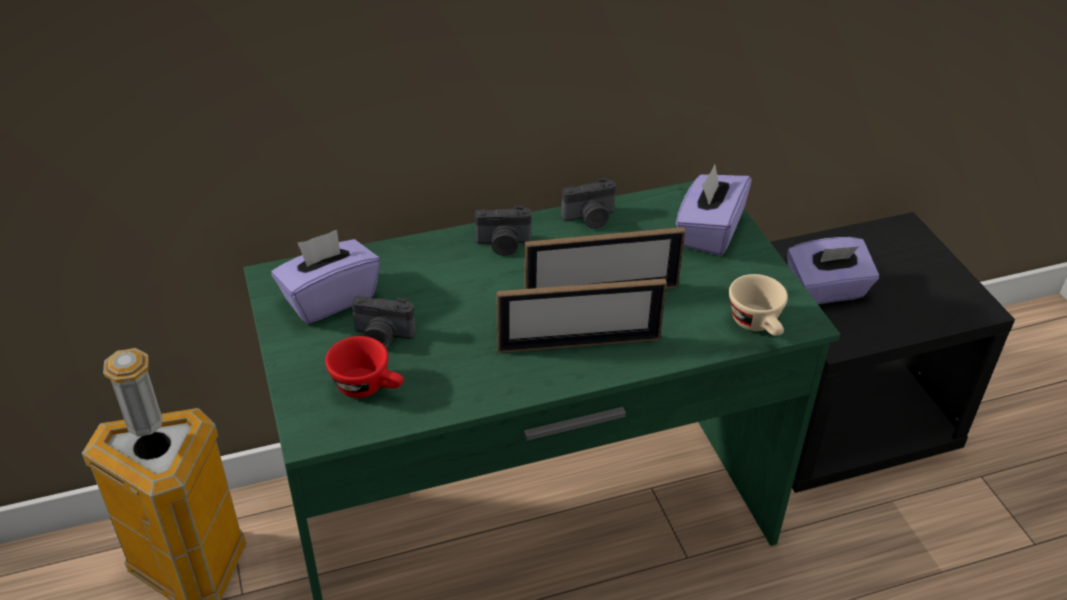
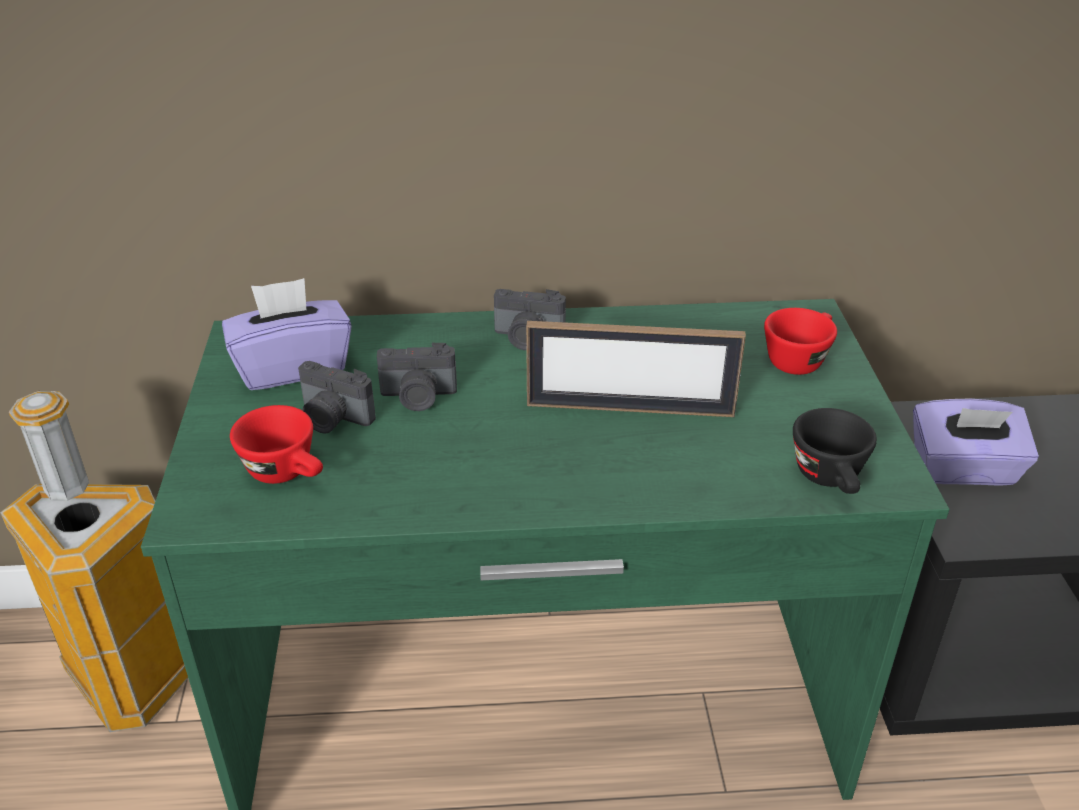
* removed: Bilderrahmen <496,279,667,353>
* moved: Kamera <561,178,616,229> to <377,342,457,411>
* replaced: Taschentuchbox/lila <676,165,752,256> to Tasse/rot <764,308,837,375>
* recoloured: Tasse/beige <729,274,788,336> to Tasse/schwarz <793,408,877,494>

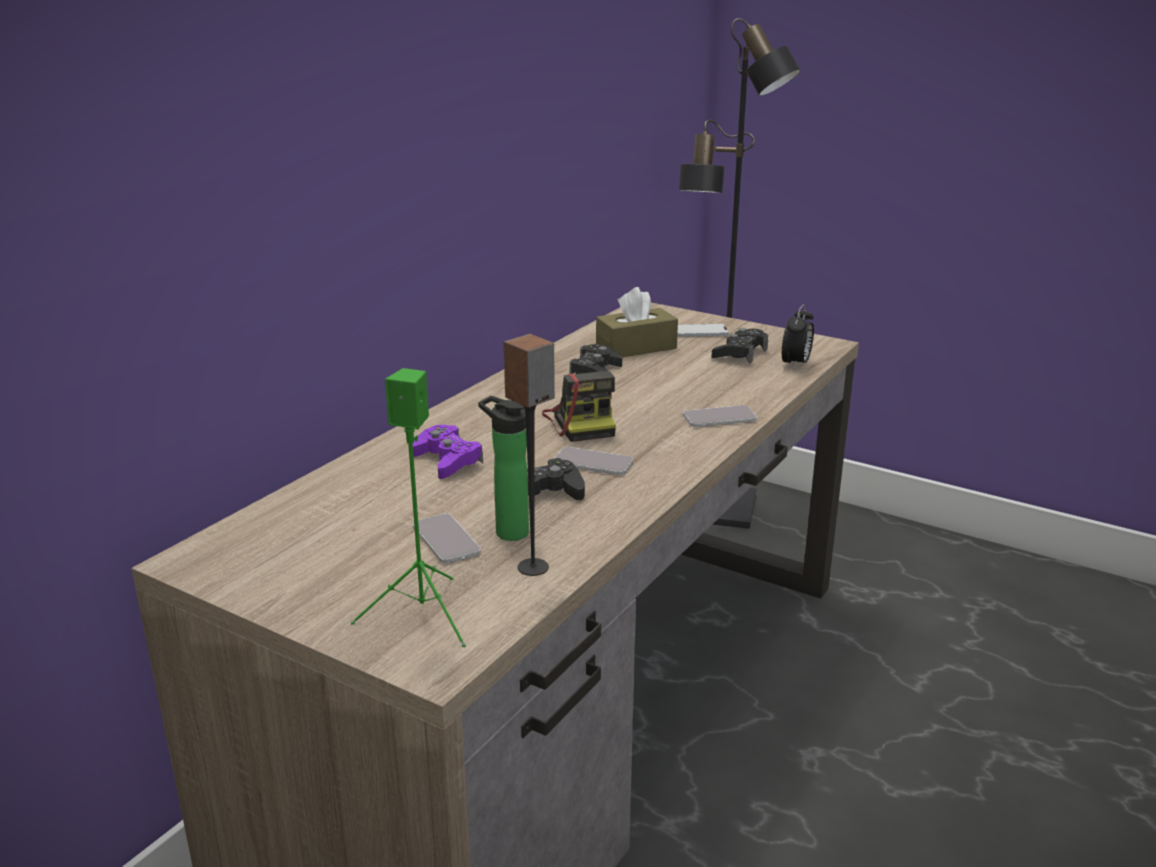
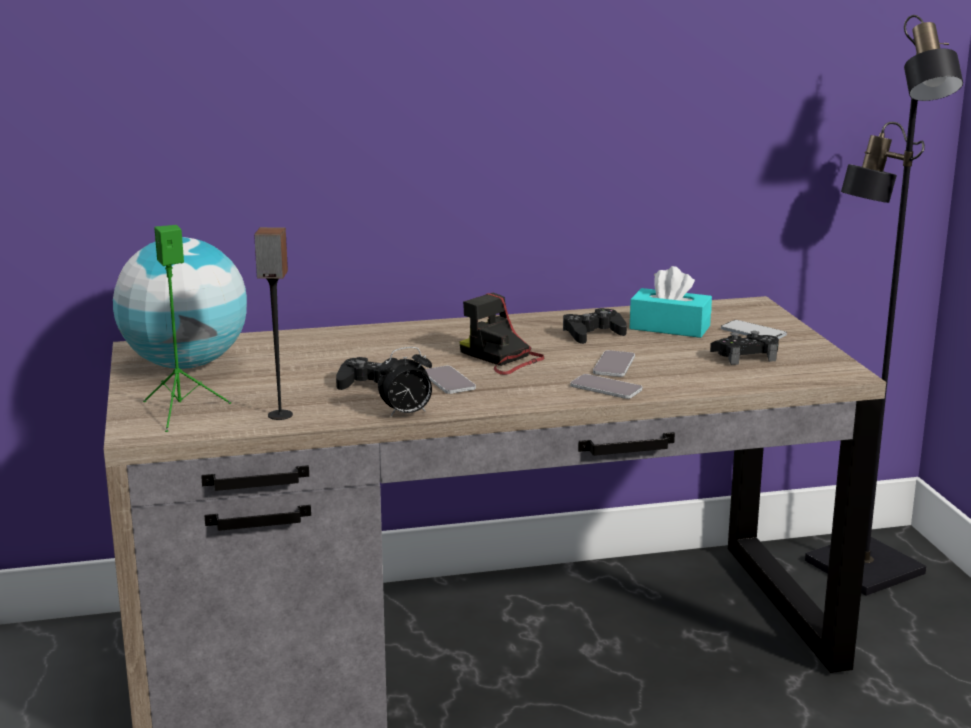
* removed: Gamepad/lila <413,425,483,479>
* moved: Handy <413,513,481,564> to <593,350,635,377>
* removed: Flasche <478,396,529,541>
* turned: Kamera <542,371,616,442> = <459,293,545,375> 105 degrees clockwise
* recoloured: Taschentuchbox/braun <596,287,678,357> to Taschentuchbox/türkis <630,266,712,338>
* moved: Wecker <782,304,814,370> to <378,347,432,417>
* added: Globus <113,237,247,369>

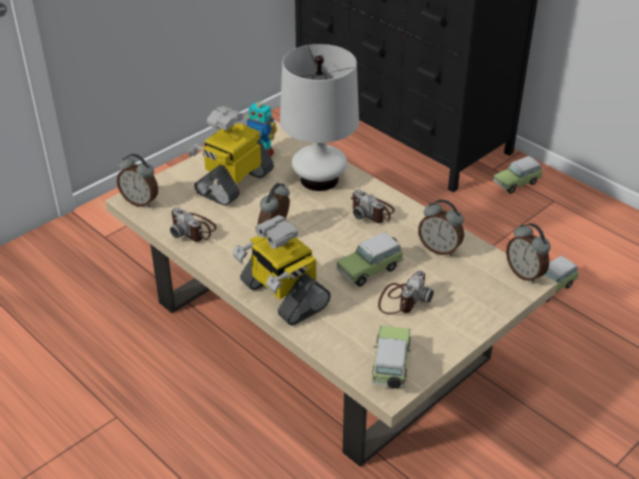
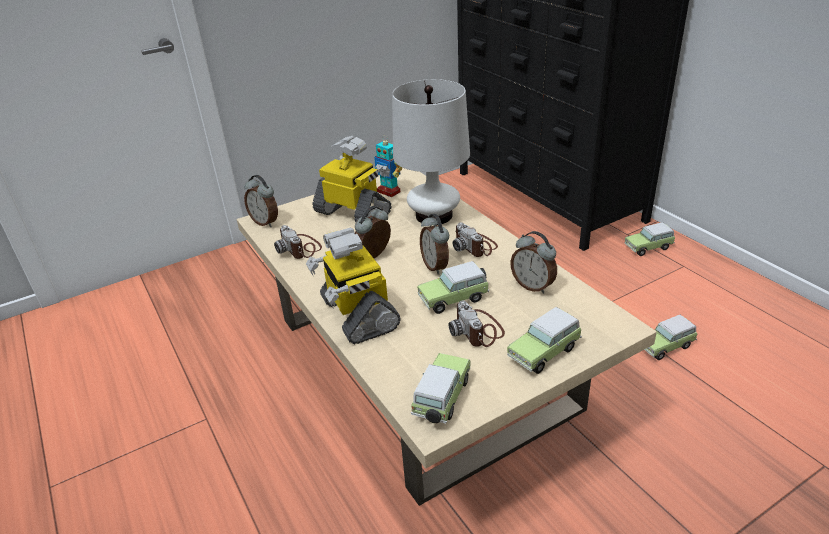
* turned: Spielzeugroboter <187,106,274,206> = <312,136,391,222> 75 degrees clockwise
* turned: Kamera <378,270,434,314> = <448,300,505,347> 120 degrees clockwise
* moved: Wecker <506,223,551,284> to <420,214,449,275>
* added: Spielzeugauto <507,307,582,374>

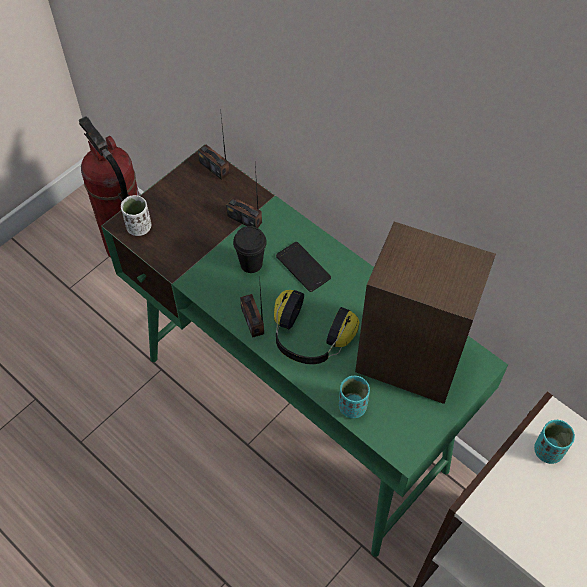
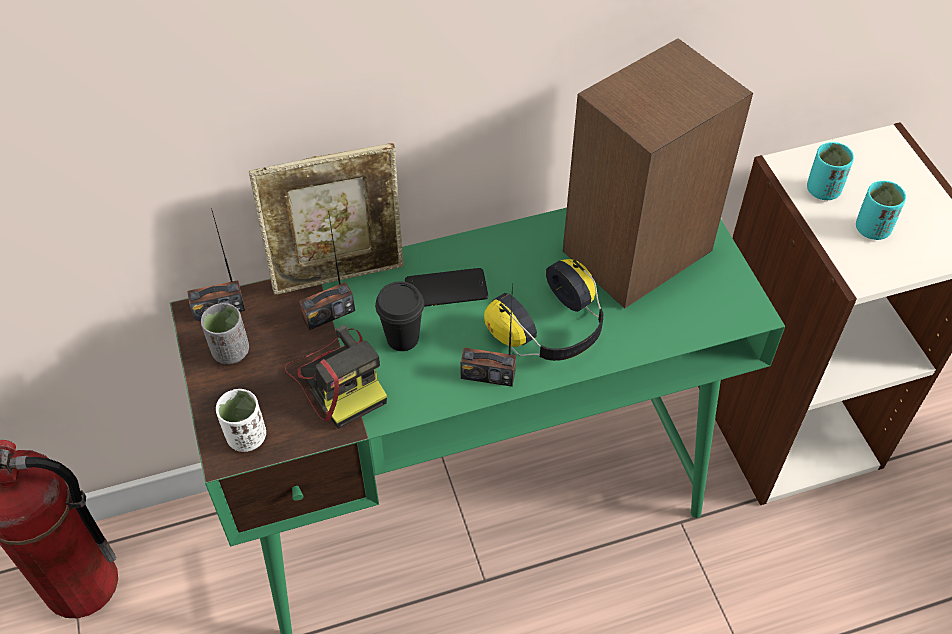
* moved: Tasse/türkis <339,376,370,418> to <856,181,906,240>
* added: Tasse/grau <201,303,249,364>
* added: Bilderrahmen <249,143,404,295>
* added: Kamera <285,325,387,429>

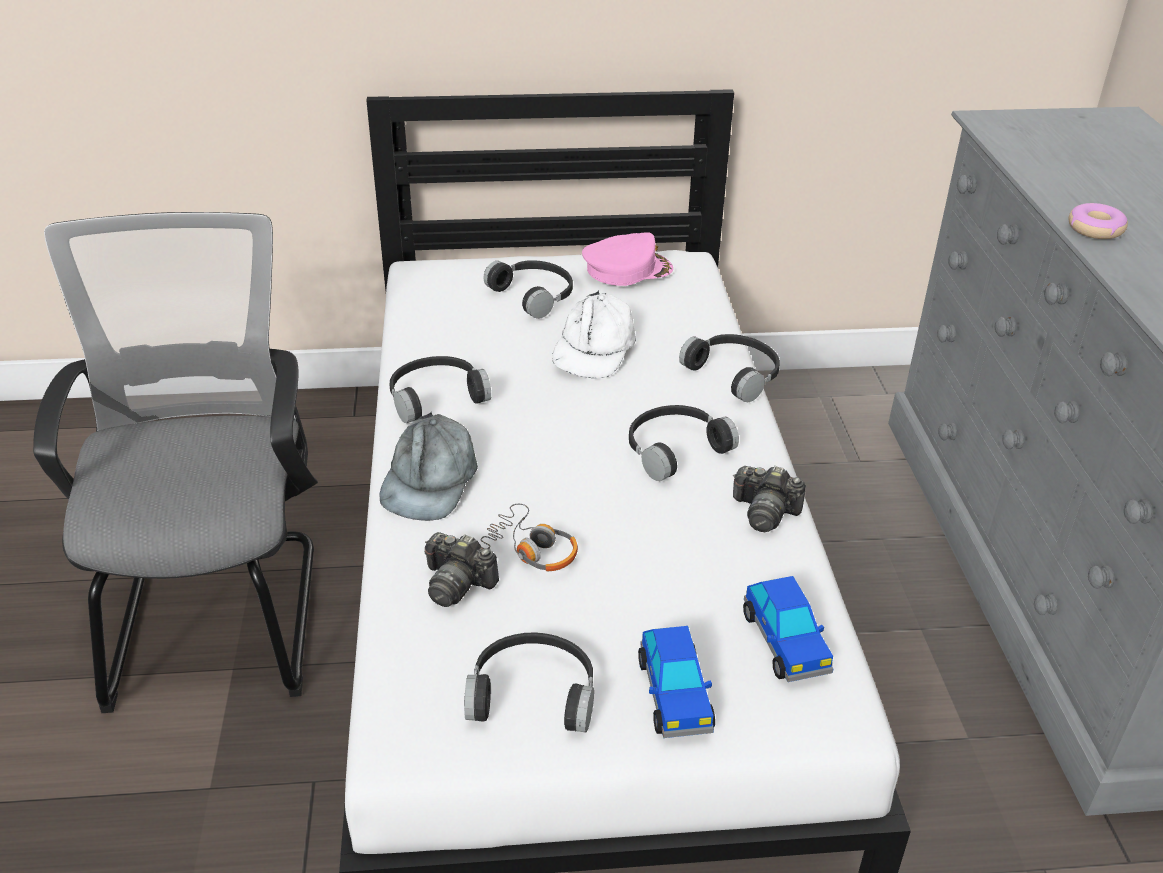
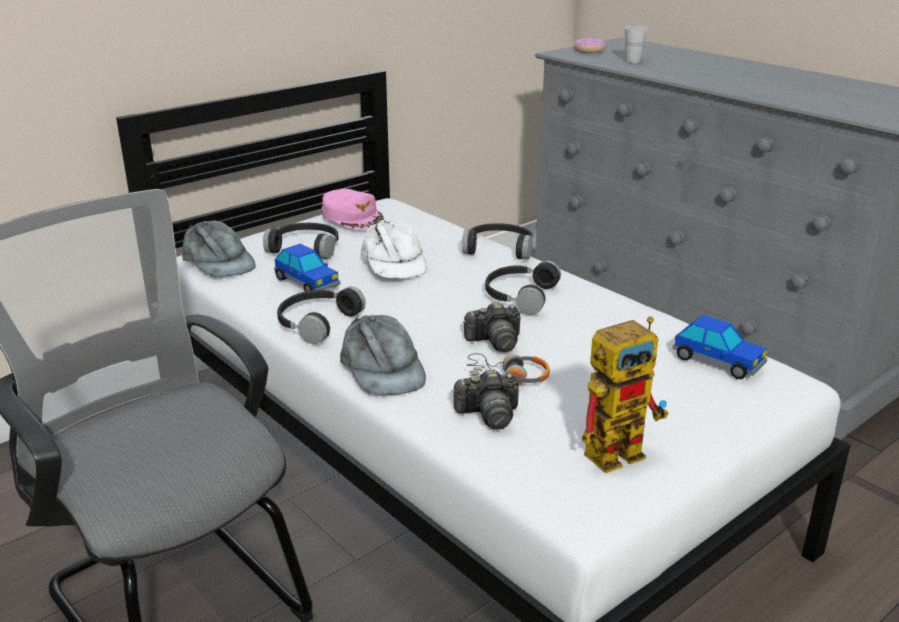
* replaced: Kopfhörer/schwarz <464,633,594,732> to Spielzeugroboter <582,317,669,473>
* turned: Kappe/rosa <582,232,673,286> = <322,189,384,230> 105 degrees clockwise
* moved: Spielzeugauto <638,626,715,738> to <274,243,340,291>
* moved: Kamera <733,466,806,532> to <463,301,520,352>
* moved: Donut <1068,203,1128,239> to <574,38,606,53>
* added: Kappe/grau <182,220,256,277>
* added: Tasse/weiß <624,26,648,63>

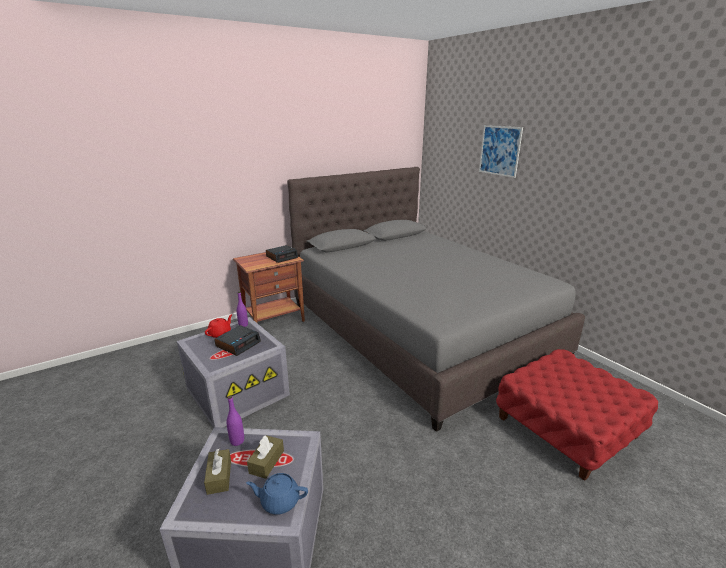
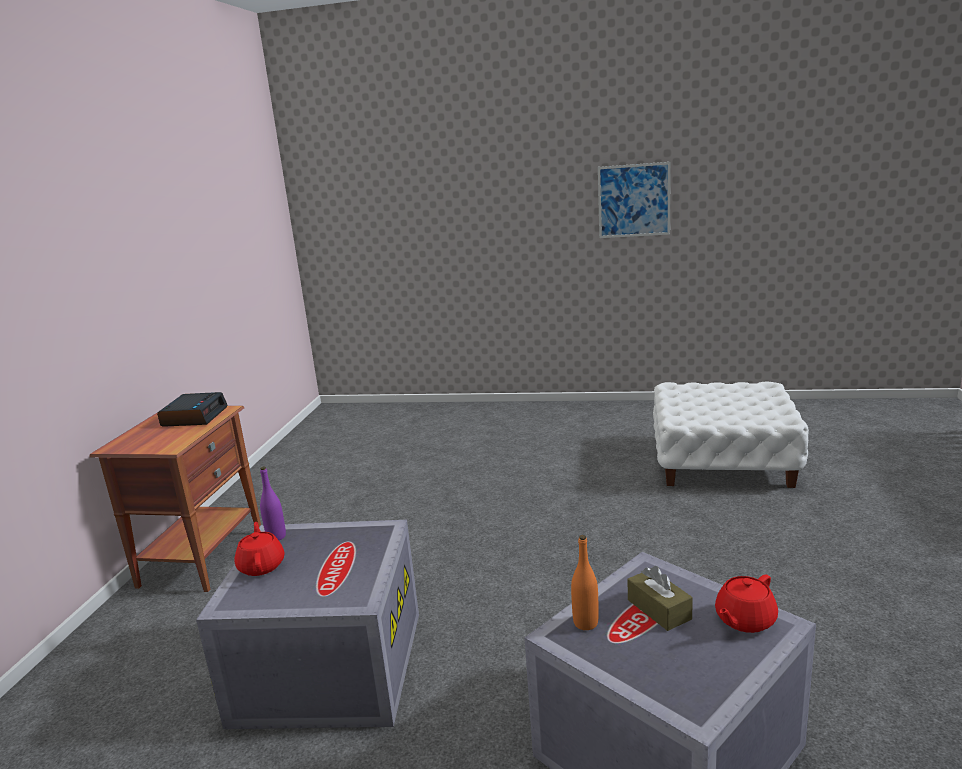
* removed: Taschentuchbox/braun <204,449,231,495>
* removed: Wecker <214,325,261,356>
* recoloured: Flasche/lila <226,395,244,446> to Flasche/orange <571,535,599,630>
* recoloured: Teekanne/blau <246,473,308,515> to Teekanne/rot <715,574,778,633>
* removed: Bett/grau <287,167,585,432>
* moved: Bild <479,125,523,178> to <598,162,671,238>
* recoloured: Polsterhocker/rot <496,349,658,481> to Polsterhocker/weiß <653,382,809,488>

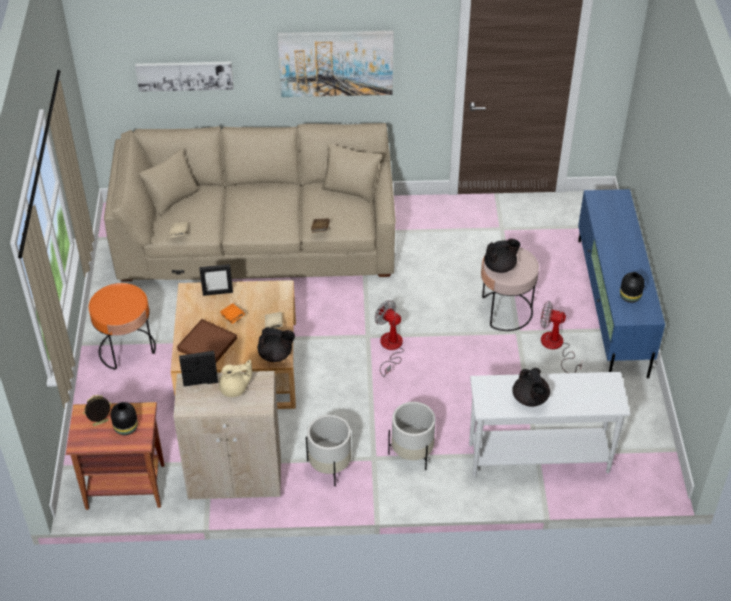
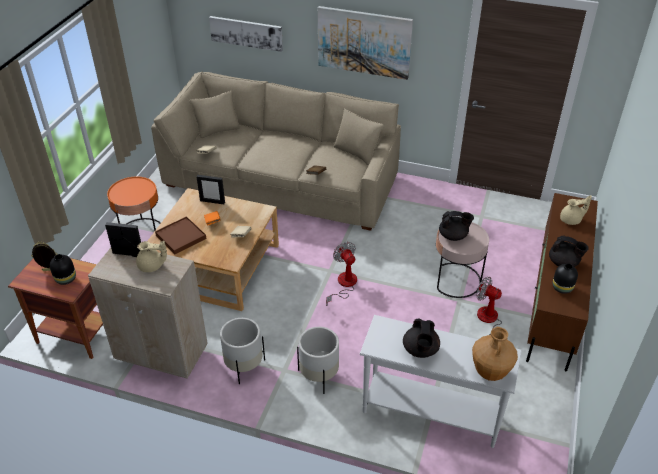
* moved: Teekanne/schwarz <257,327,295,362> to <549,236,589,267>
* recoloured: Fernsehschrank/blau <578,189,665,378> to Fernsehschrank/braun <526,193,598,372>
* added: Vase/braun <472,327,518,381>
* added: Teekanne/beige <560,195,592,225>

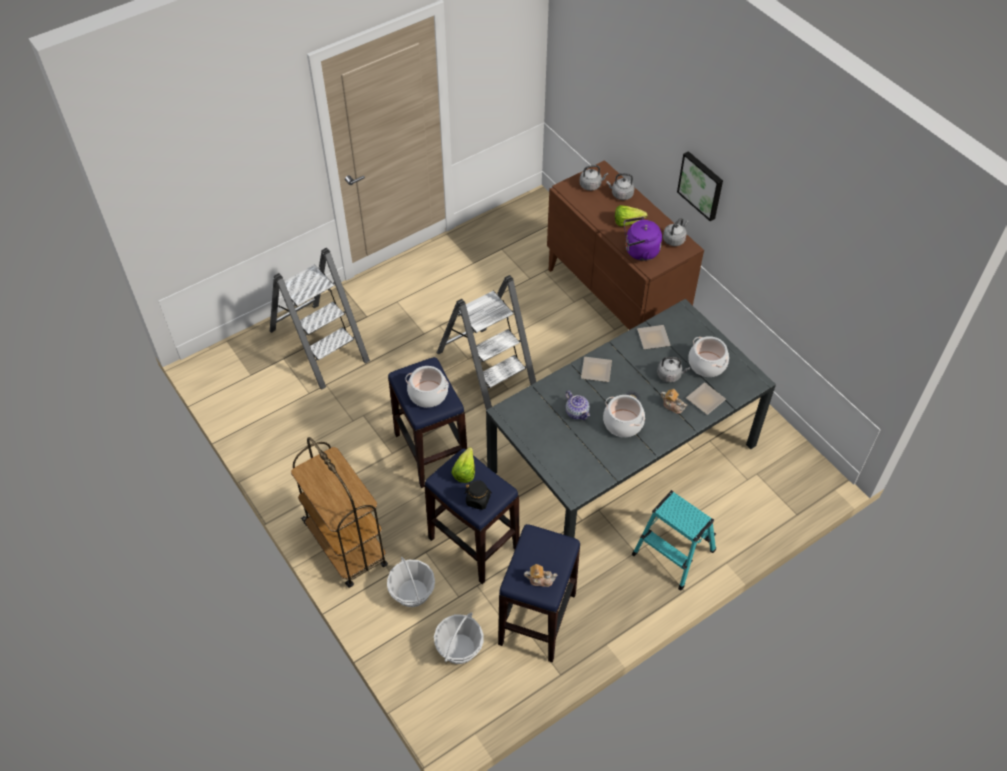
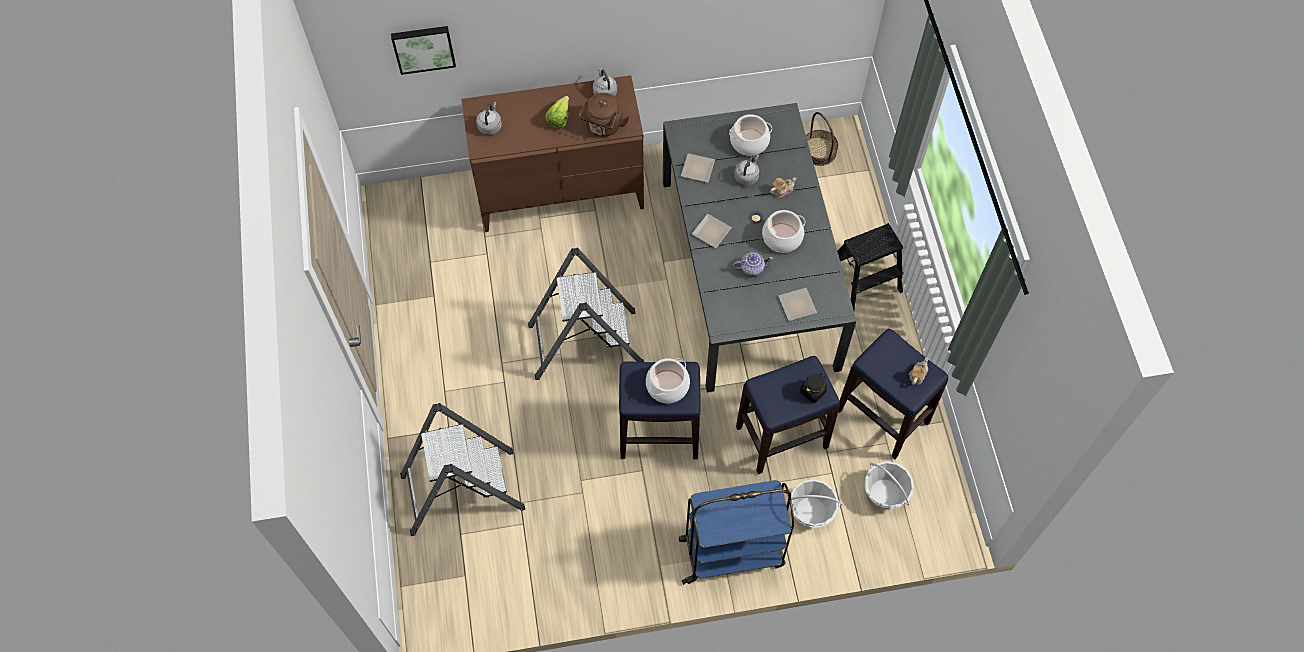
* recoloured: Rollwagen/braun <291,437,388,588> to Rollwagen/blau <679,480,794,585>
* removed: Salatkopf <451,447,475,483>
* removed: Wasserkessel/grau <606,173,634,200>
* recoloured: Wasserkessel/lila <624,217,662,261> to Wasserkessel/braun <579,93,629,137>
* recoloured: Trittleiter/türkis <632,490,716,590> to Trittleiter/schwarz <837,223,904,310>
* moved: Bild <677,151,723,221> to <391,26,456,75>
* moved: Teller <686,382,726,415> to <779,288,817,321>
* added: Korb <806,112,838,166>

